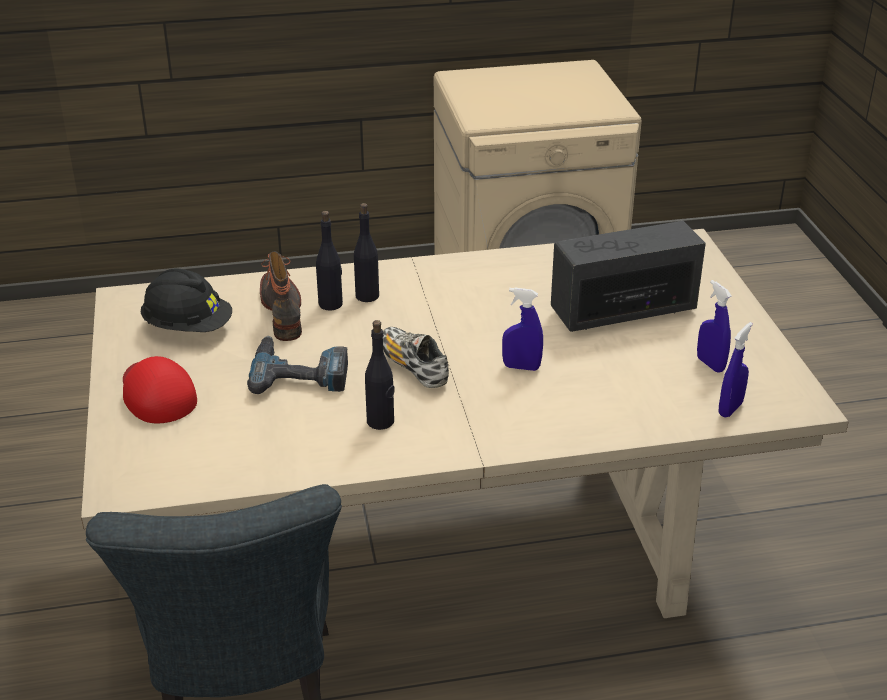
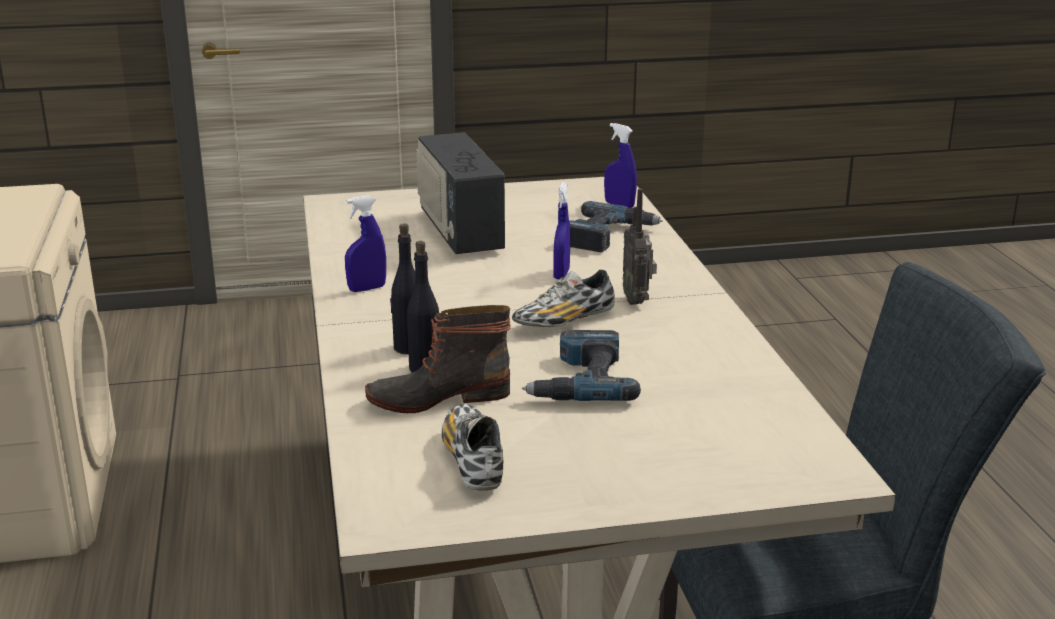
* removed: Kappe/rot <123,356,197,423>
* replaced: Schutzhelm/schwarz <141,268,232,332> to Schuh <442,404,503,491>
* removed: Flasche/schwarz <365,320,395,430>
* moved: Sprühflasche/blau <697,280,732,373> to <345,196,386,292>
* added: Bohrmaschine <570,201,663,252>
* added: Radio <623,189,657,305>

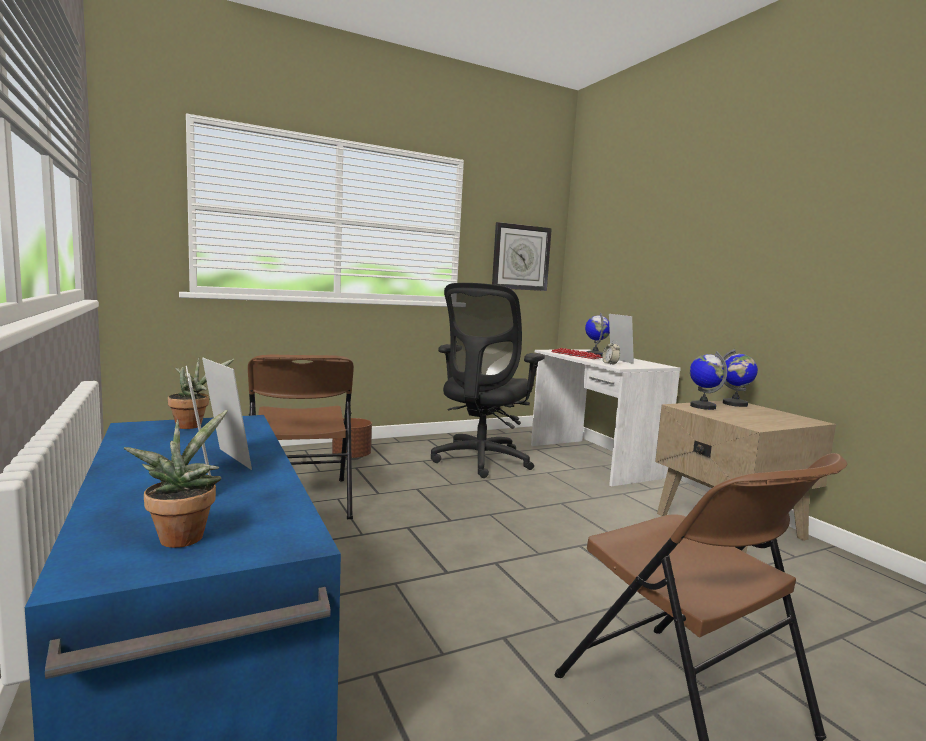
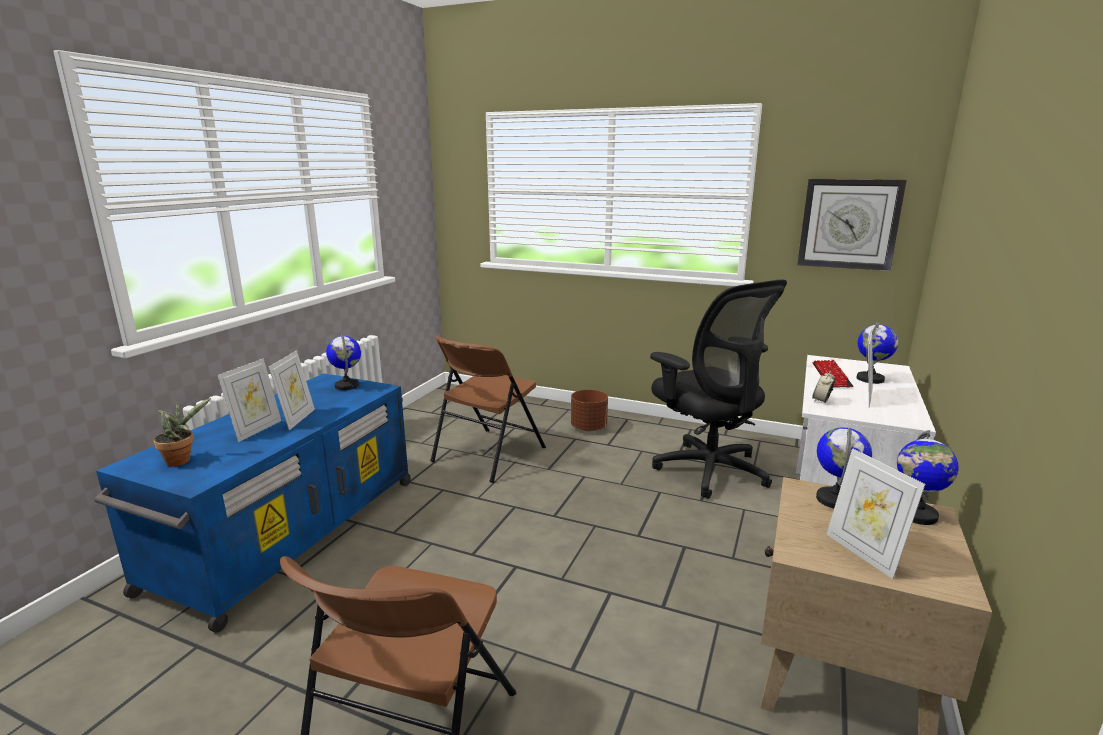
* replaced: Topfpflanze <168,357,234,429> to Globus <326,334,361,390>
* turned: Bürostuhl/schwarz <431,283,545,478> = <650,279,787,499> 105 degrees counterclockwise
* added: Bilderrahmen <826,448,925,579>

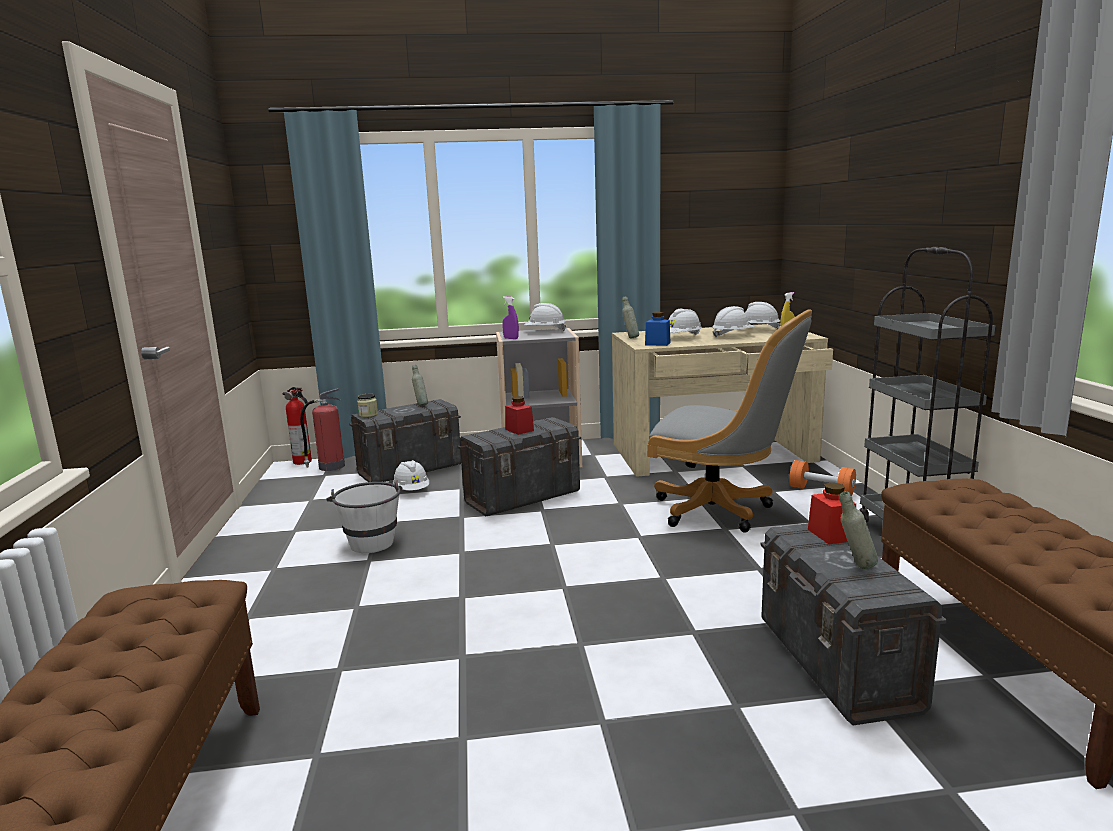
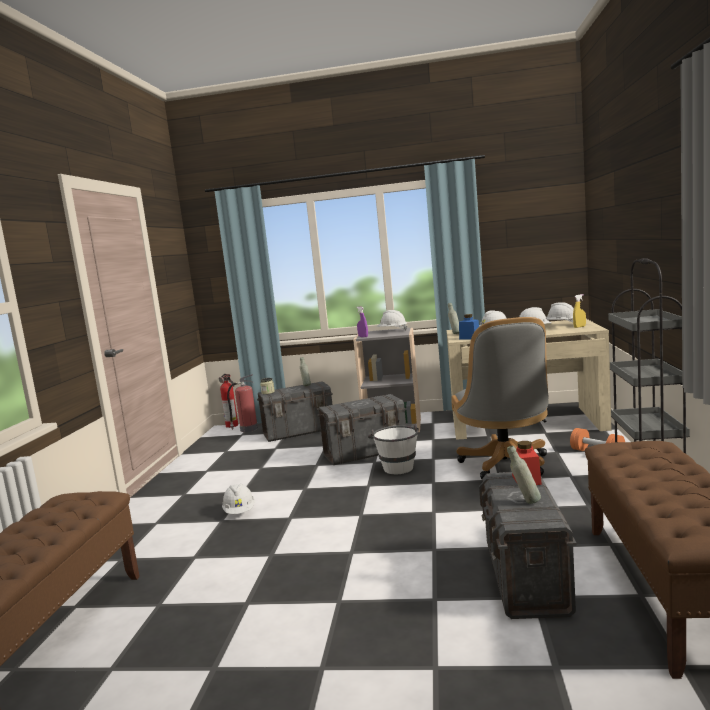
* moved: Eimer/weiß <326,480,402,553> to <368,424,419,474>
* moved: Schutzhelm/weiß <393,460,429,491> to <222,483,255,514>
* removed: Vorratsglas/rot <505,396,534,435>
* turned: Bürostuhl/grau <647,309,812,533> = <451,317,549,480> 45 degrees clockwise

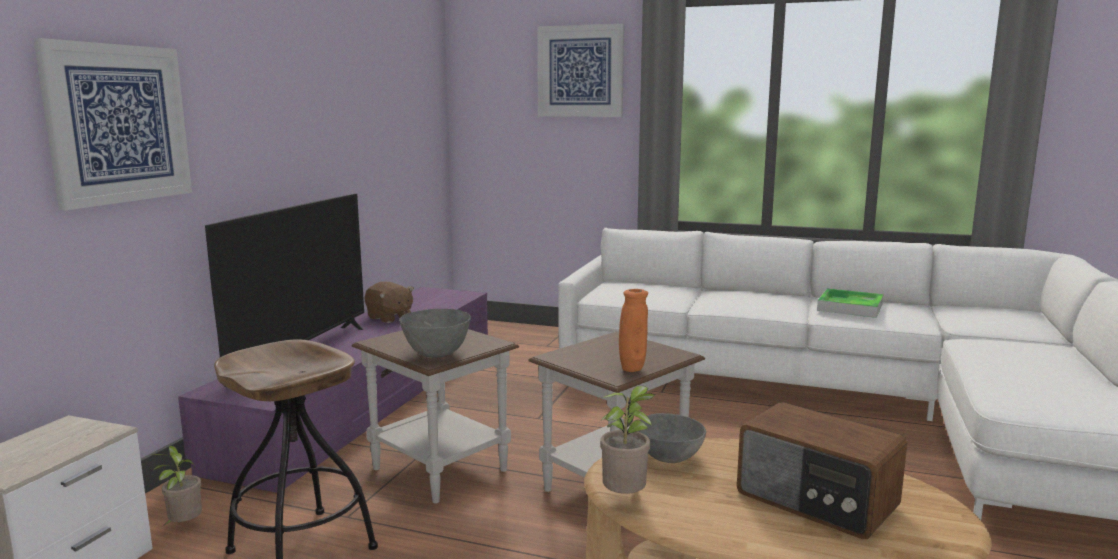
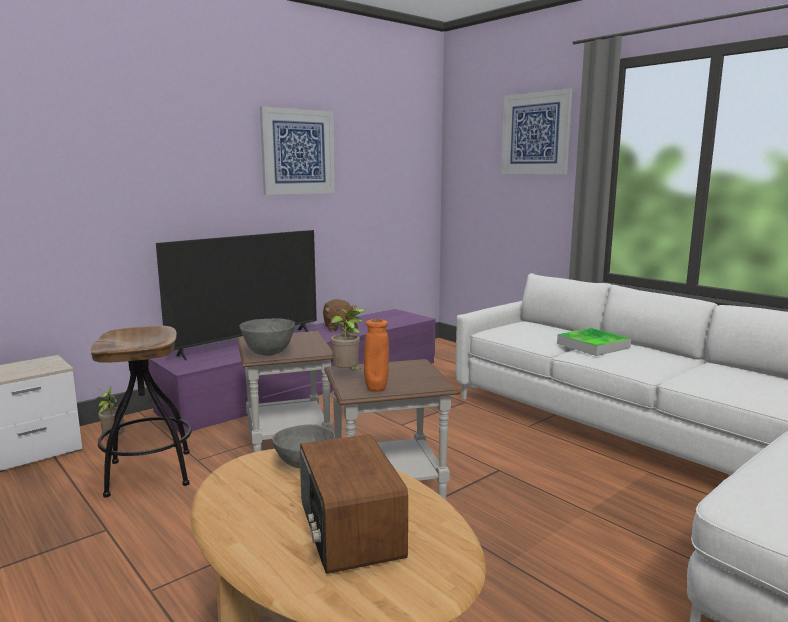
* moved: Bild <33,38,192,210> to <260,106,335,195>
* moved: Topfpflanze <600,386,655,494> to <331,308,366,371>
* moved: Tablett <817,288,883,318> to <557,328,631,356>

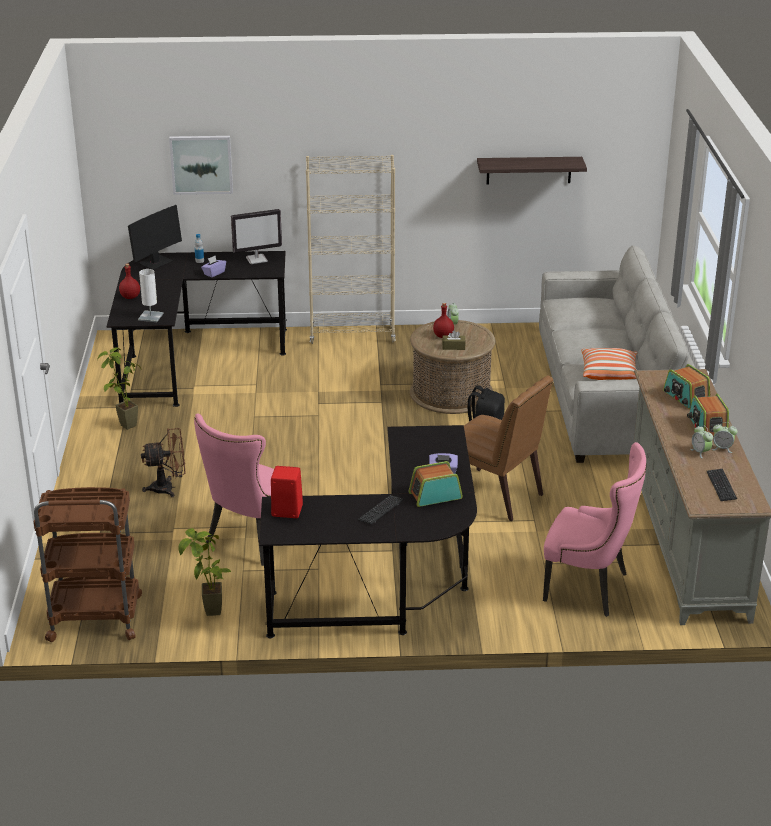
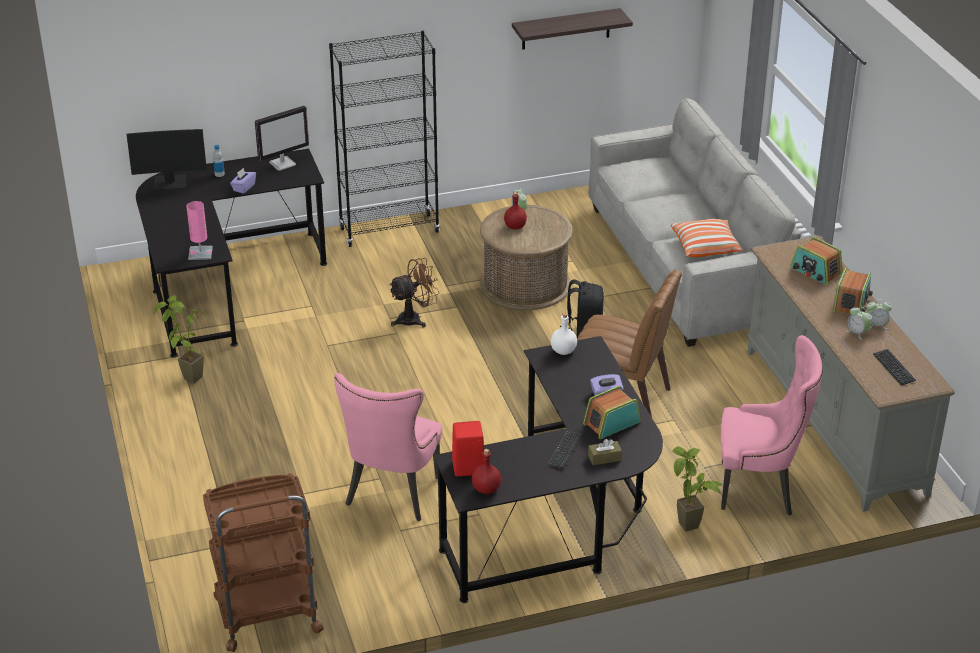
* moved: Flasche/rot <119,264,140,299> to <472,449,501,494>
* turned: Monitor <128,205,182,270> = <127,129,207,190> 60 degrees clockwise
* recoloured: Tischlampe/weiß <138,269,164,322> to Tischlampe/rosa <186,201,213,260>
* moved: Ventilator/braun <141,428,185,497> to <389,258,439,327>
* removed: Bild <169,136,233,195>
* moved: Topfpflanze <178,528,231,616> to <672,446,723,532>
* recoloured: Bücherregal/beige <306,155,396,344> to Bücherregal/schwarz <329,31,440,247>
* moved: Taschentuchbox/braun <442,330,466,350> to <588,439,622,465>
* turned: Radio <687,394,729,437> = <833,268,873,314> 135 degrees counterclockwise
* added: Flasche/weiß <551,313,577,355>

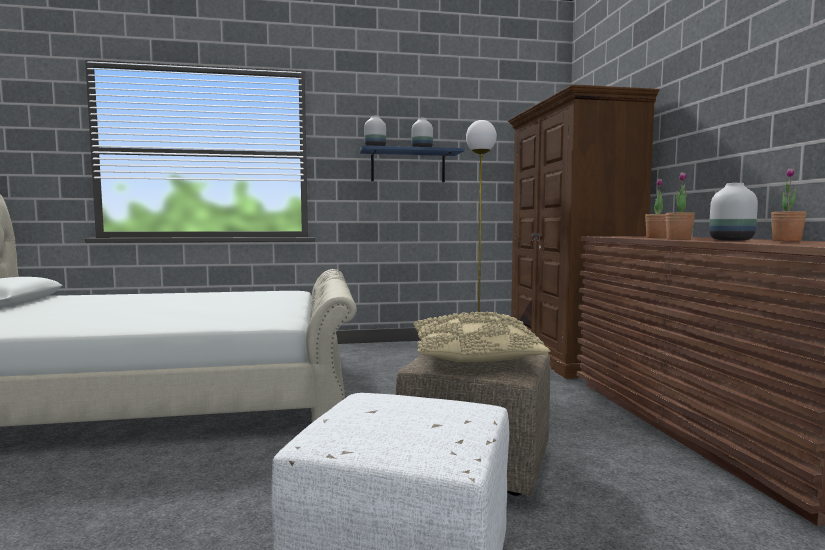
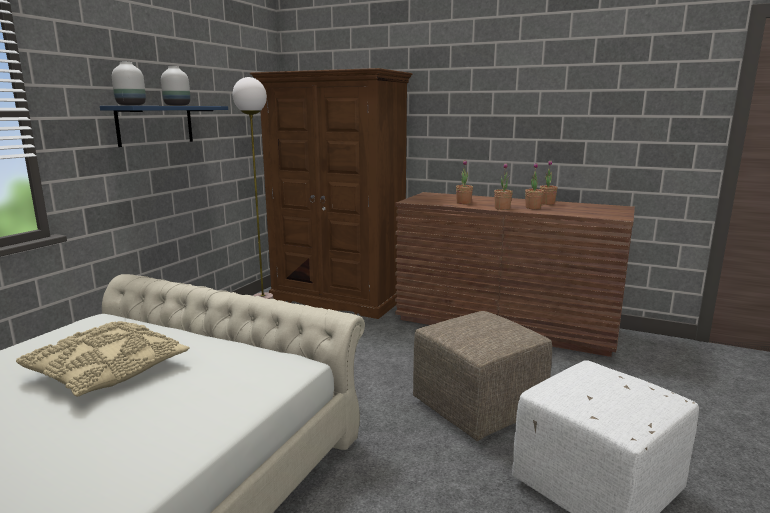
* moved: Kissen/beige <413,312,550,362> to <16,321,190,397>
* replaced: Vase/weiß <709,183,758,241> to Topfpflanze <525,163,544,209>

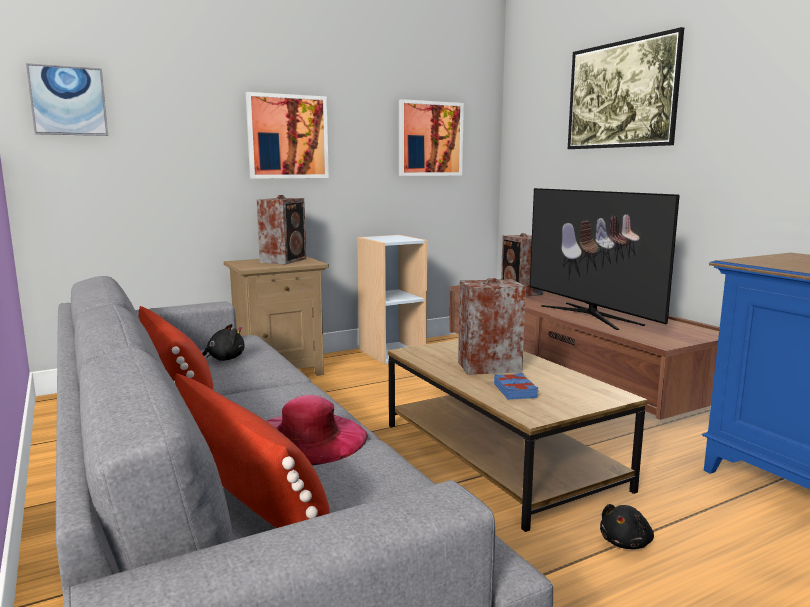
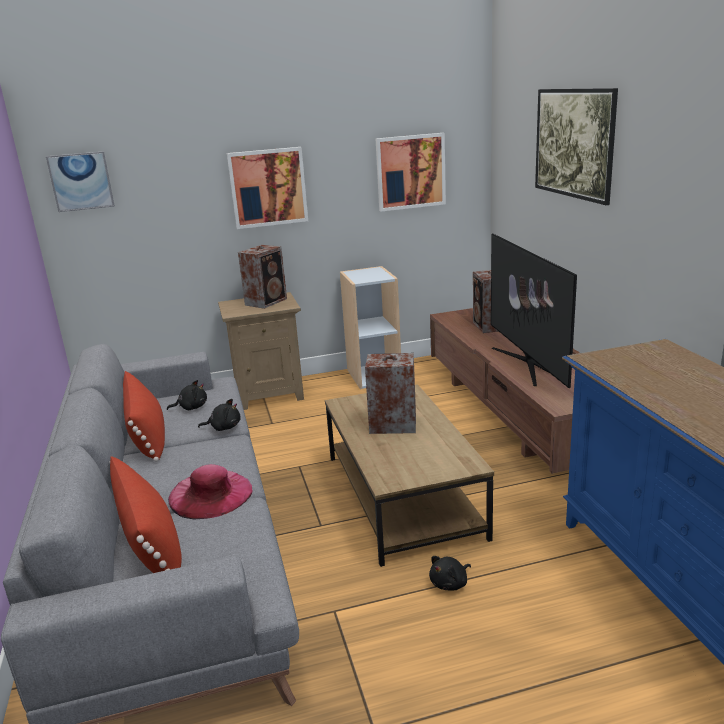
* removed: Buch/blau <494,373,538,400>
* added: Plüschtier/schwarz <198,399,241,431>

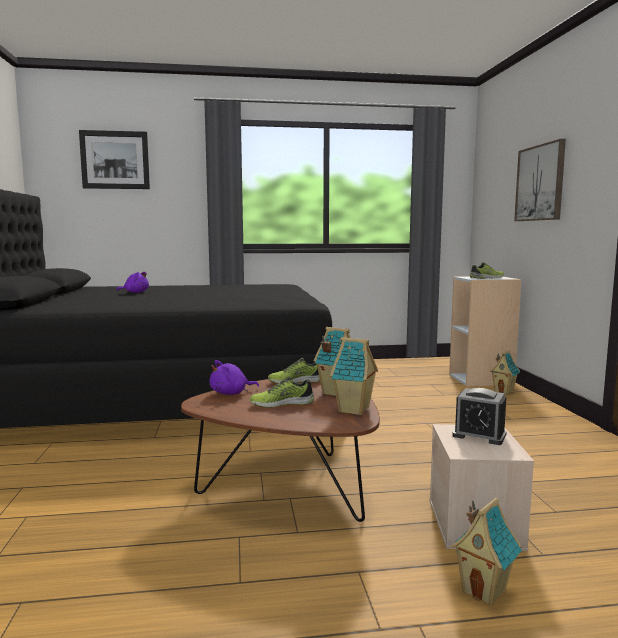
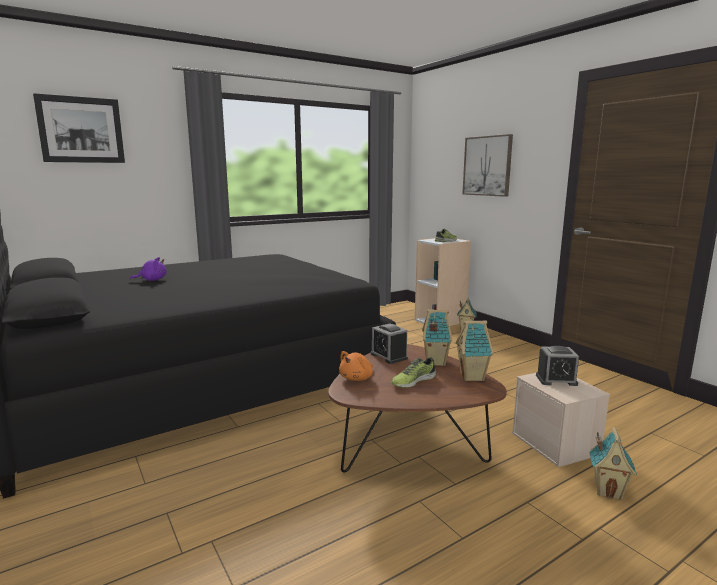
* recoloured: Plüschtier/lila <209,360,259,395> to Plüschtier/orange <339,351,373,381>
* replaced: Schuh <268,358,320,383> to Wecker <371,323,408,364>

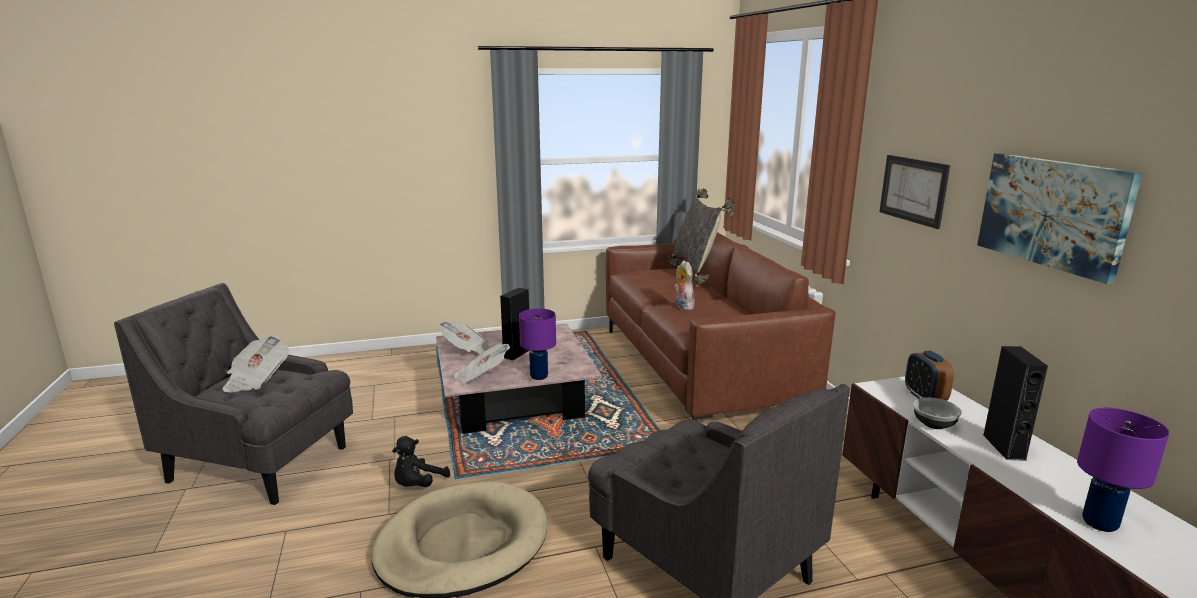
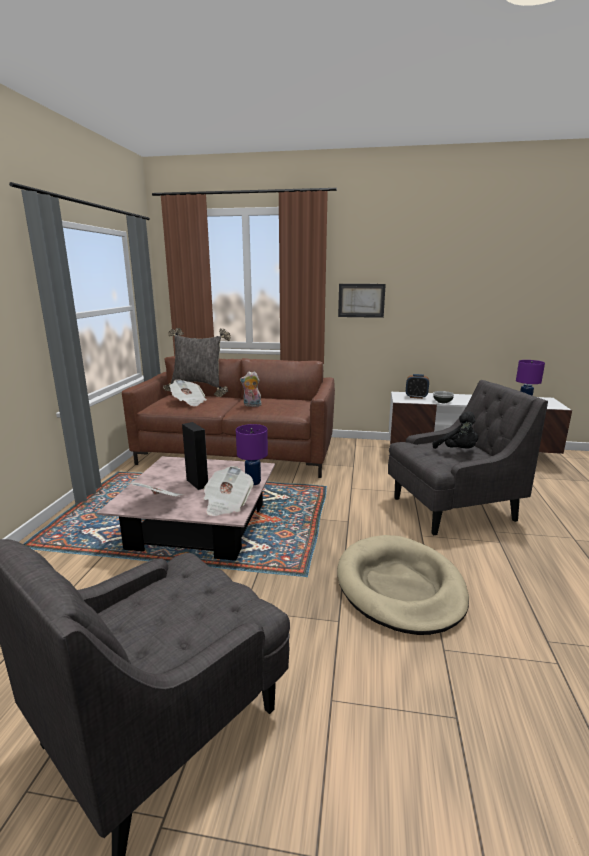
* moved: Zeitung <222,335,289,393> to <169,380,207,407>
* moved: Plüschtier/schwarz <392,436,450,487> to <433,411,478,449>
* removed: Bild <977,153,1142,284>
* removed: Lautsprecher/schwarz <983,346,1048,461>

